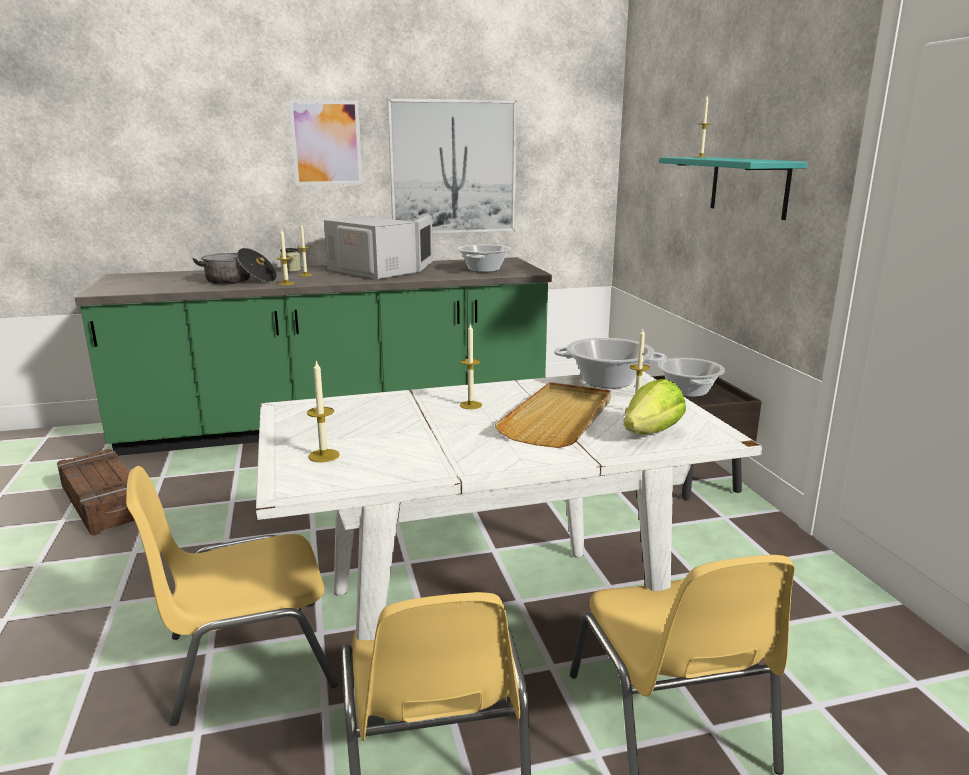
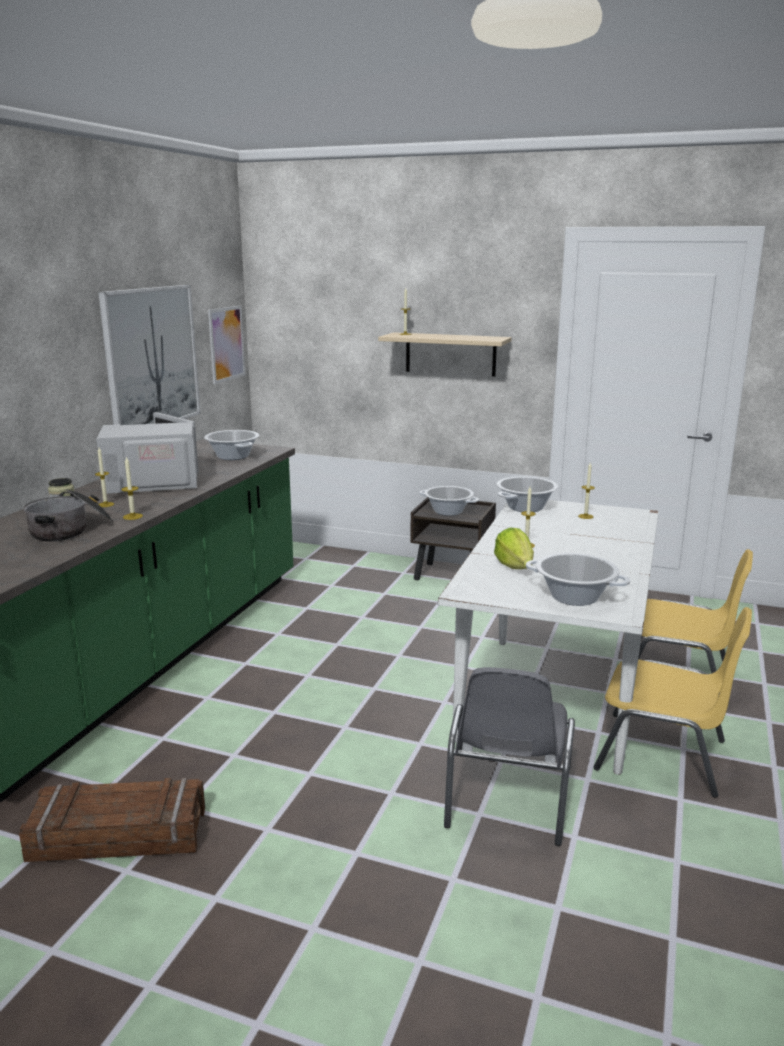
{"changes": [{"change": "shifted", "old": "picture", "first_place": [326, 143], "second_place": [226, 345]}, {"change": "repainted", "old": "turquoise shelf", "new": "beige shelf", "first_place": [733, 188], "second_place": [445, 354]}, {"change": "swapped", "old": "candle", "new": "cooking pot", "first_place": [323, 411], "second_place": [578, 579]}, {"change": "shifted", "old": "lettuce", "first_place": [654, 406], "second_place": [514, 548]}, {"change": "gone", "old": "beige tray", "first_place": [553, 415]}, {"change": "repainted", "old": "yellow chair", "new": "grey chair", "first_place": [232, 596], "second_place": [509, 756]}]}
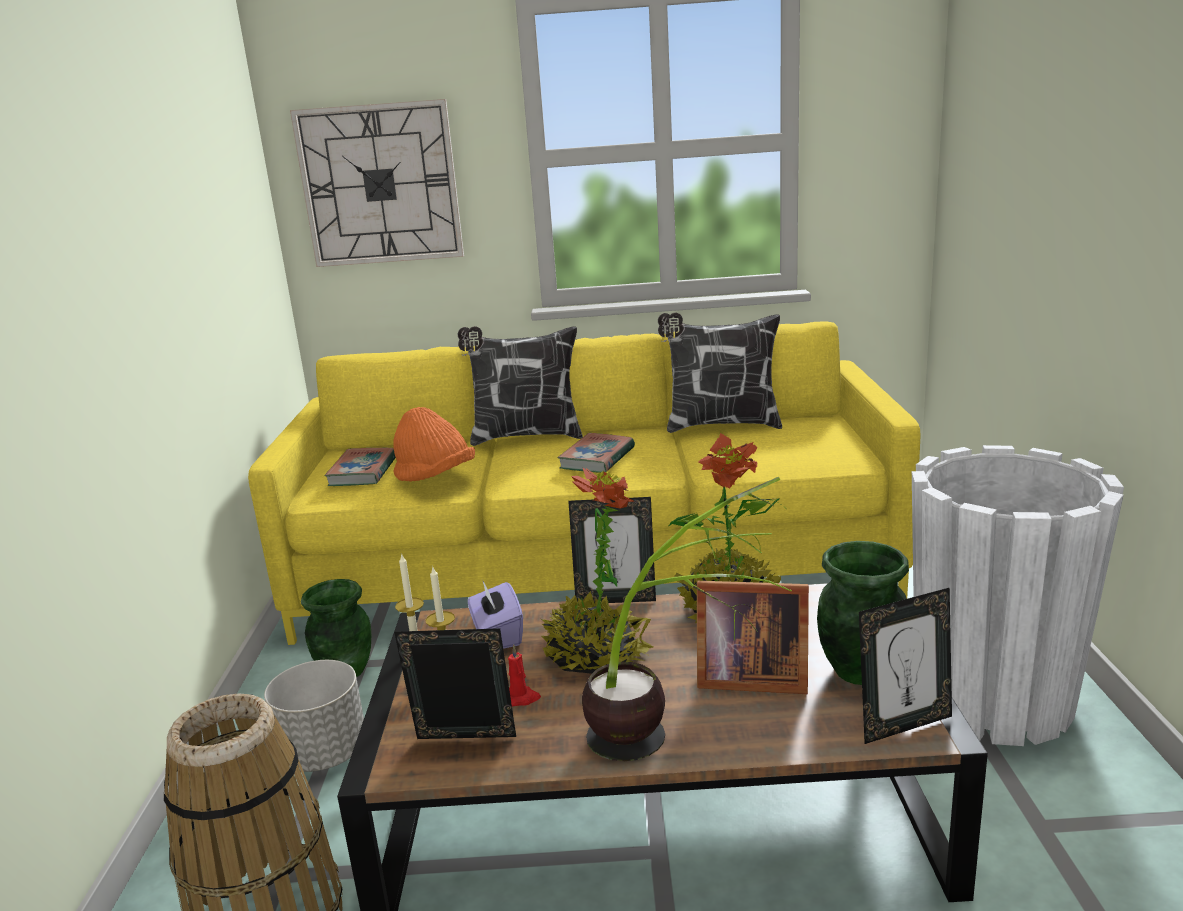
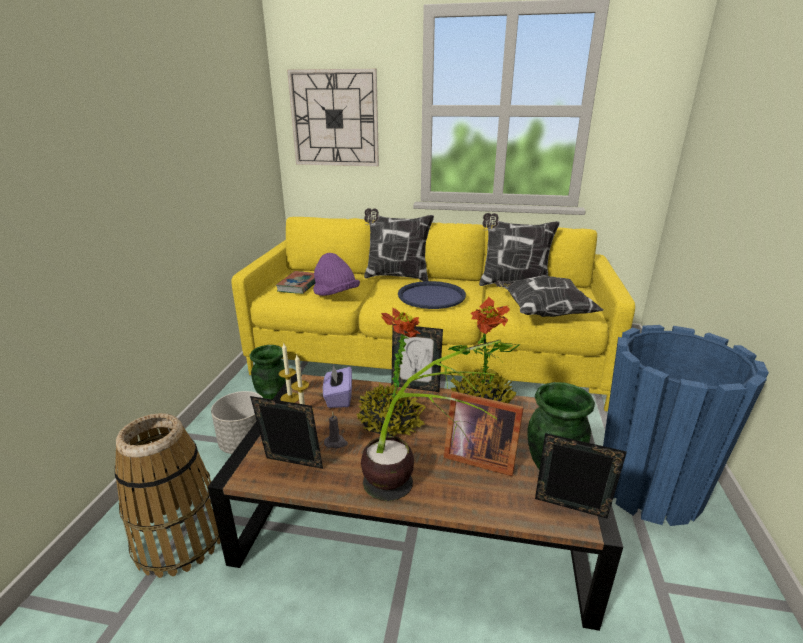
{"changes": [{"change": "repainted", "old": "orange hat", "new": "purple hat", "first_place": [434, 444], "second_place": [336, 274]}, {"change": "swapped", "old": "book", "new": "blue tray", "first_place": [596, 452], "second_place": [432, 295]}, {"change": "repainted", "old": "white planter", "new": "blue planter", "first_place": [1018, 595], "second_place": [686, 425]}, {"change": "rotated", "old": "picture frame", "first_place": [905, 665], "second_place": [581, 476], "degrees": -150}, {"change": "repainted", "old": "red candle", "new": "grey candle", "first_place": [524, 676], "second_place": [336, 430]}, {"change": "new", "new": "pillow", "second_place": [549, 296]}]}
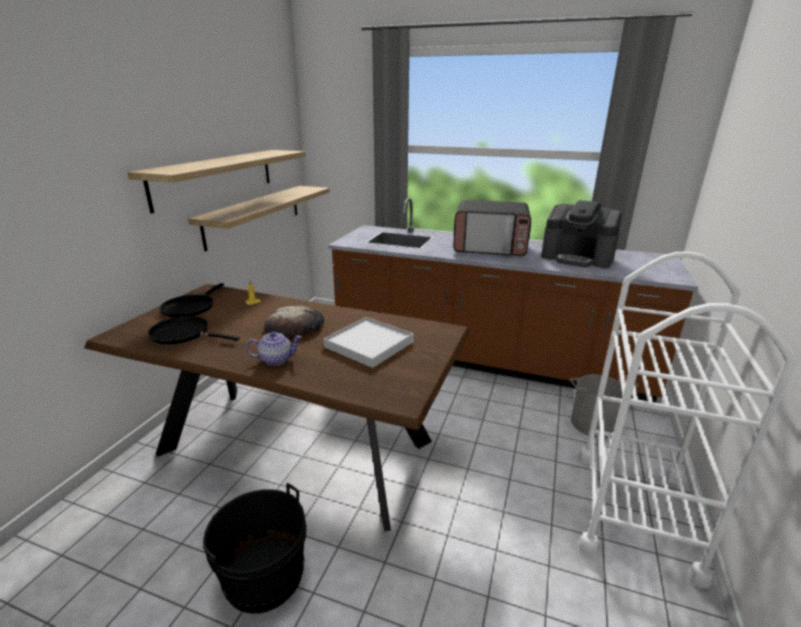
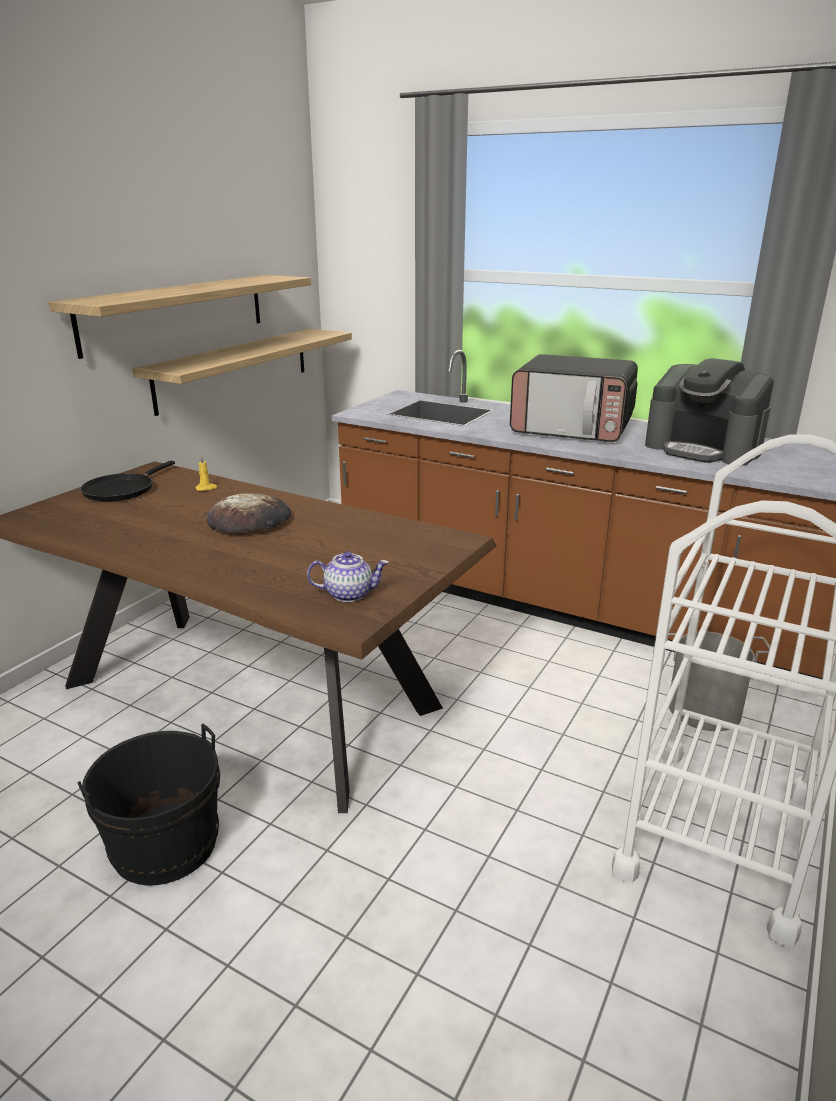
{"changes": [{"change": "gone", "old": "black frying pan", "first_place": [193, 330]}, {"change": "gone", "old": "white tray", "first_place": [369, 342]}, {"change": "shifted", "old": "teapot", "first_place": [274, 348], "second_place": [348, 576]}]}
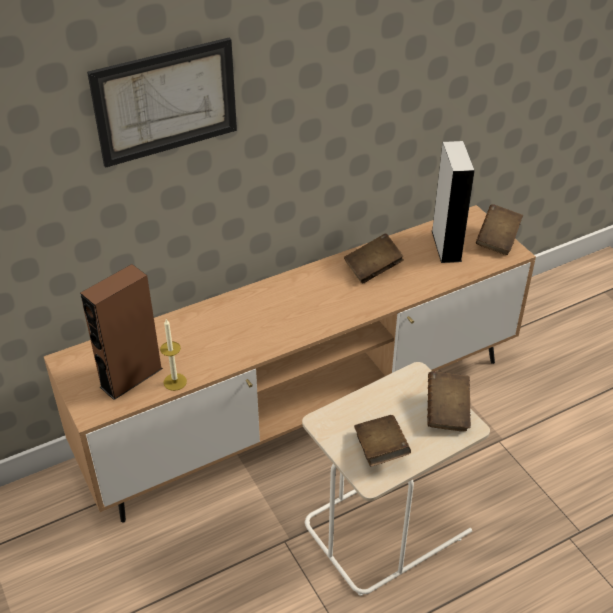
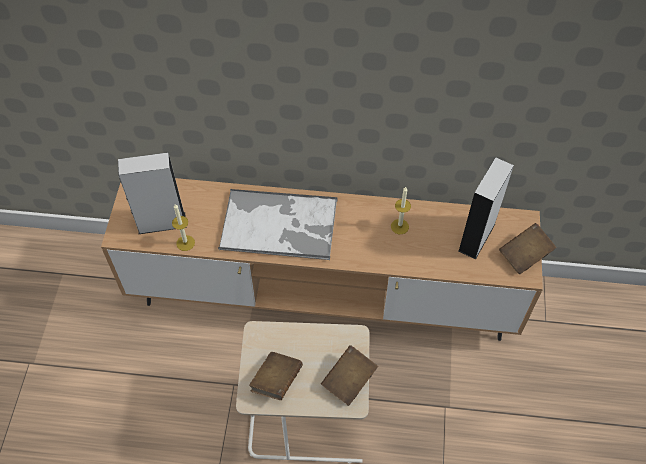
{"changes": [{"change": "gone", "old": "picture", "first_place": [162, 102]}, {"change": "swapped", "old": "brown book", "new": "candle", "first_place": [374, 258], "second_place": [401, 210]}, {"change": "repainted", "old": "brown speaker", "new": "grey speaker", "first_place": [121, 332], "second_place": [152, 193]}, {"change": "new", "new": "tray", "second_place": [278, 224]}]}
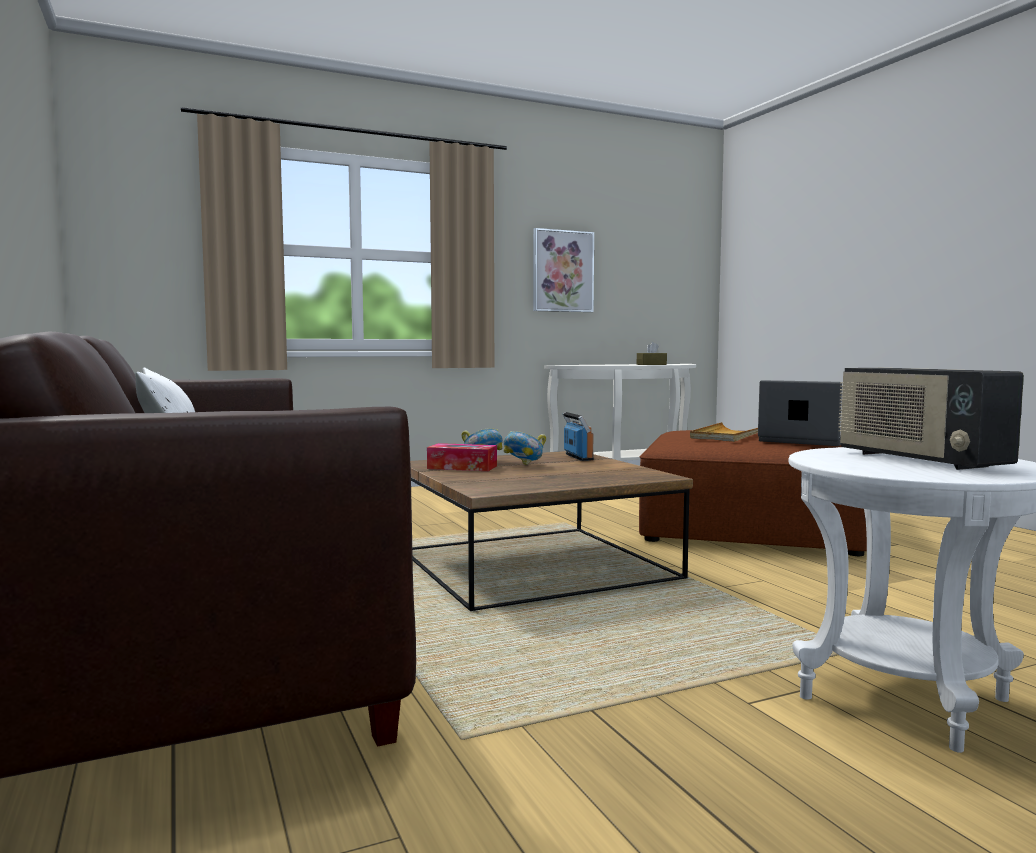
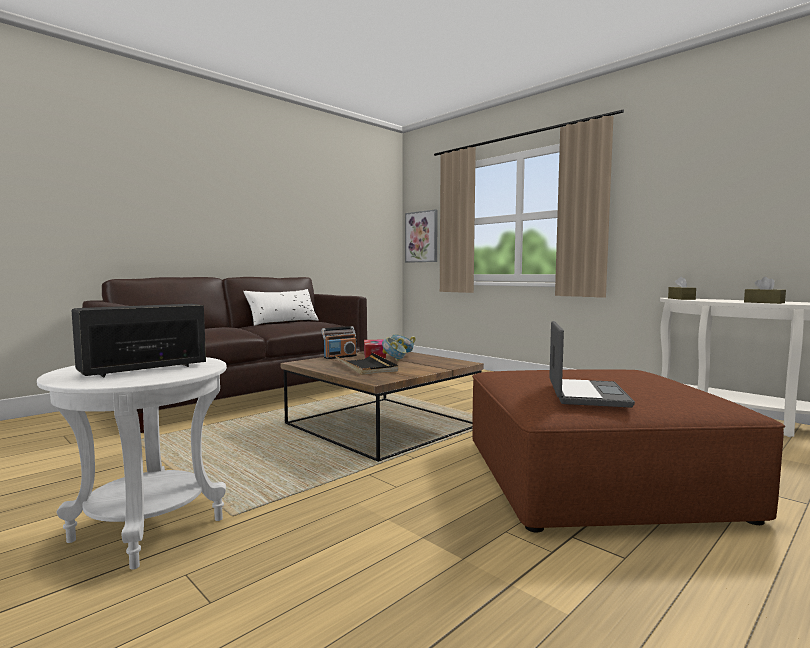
{"changes": [{"change": "shifted", "old": "picture", "first_place": [563, 270], "second_place": [421, 236]}, {"change": "shifted", "old": "radio", "first_place": [578, 436], "second_place": [339, 342]}, {"change": "gone", "old": "beige tray", "first_place": [724, 432]}, {"change": "new", "new": "brown tissue box", "second_place": [682, 288]}, {"change": "new", "new": "black tray", "second_place": [366, 364]}]}
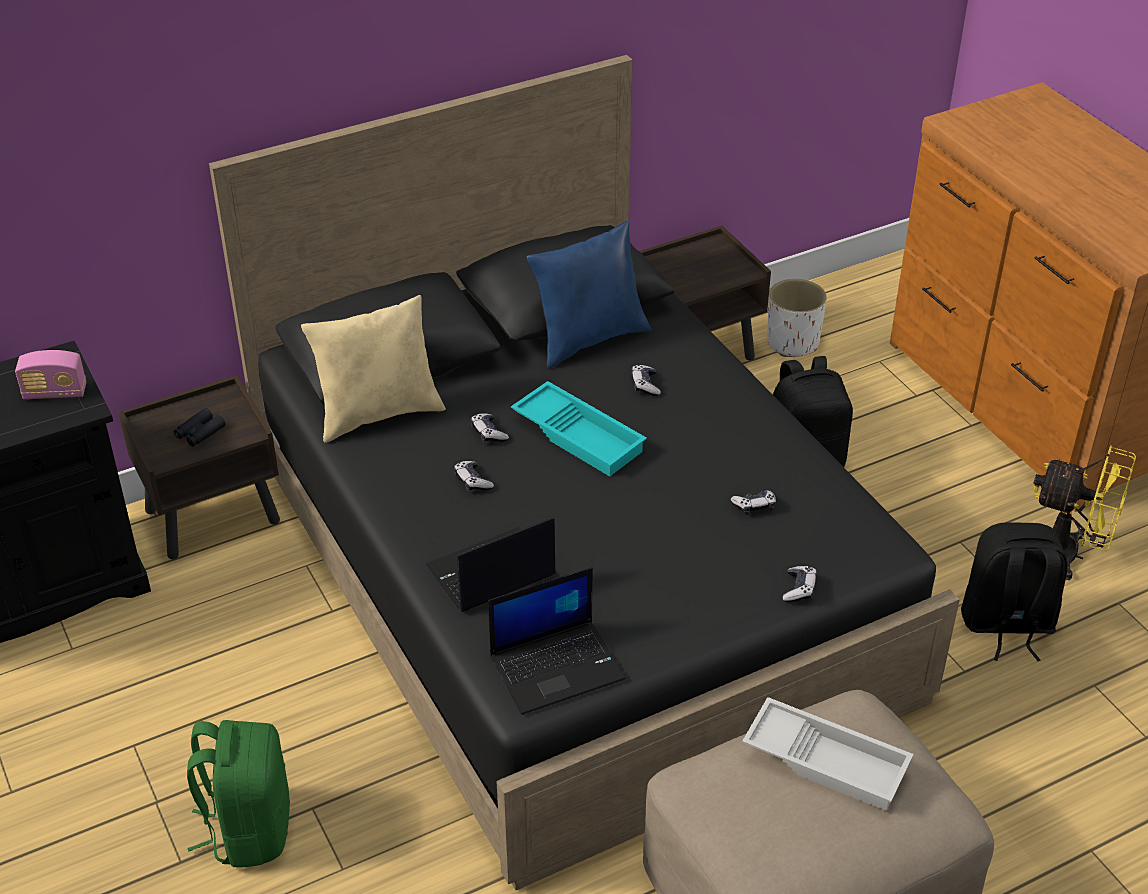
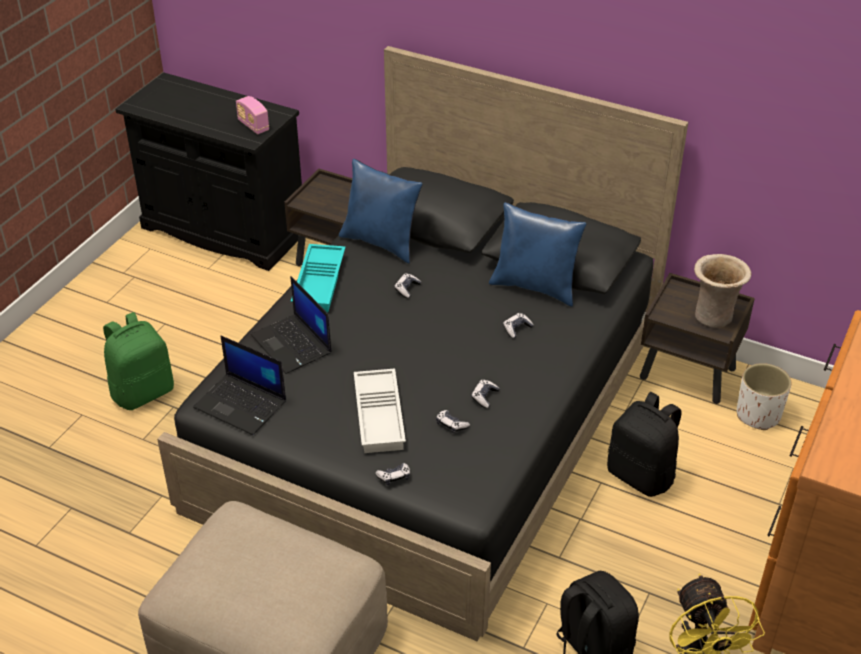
{"changes": [{"change": "repainted", "old": "beige pillow", "new": "blue pillow", "first_place": [373, 369], "second_place": [381, 211]}, {"change": "shifted", "old": "turquoise tray", "first_place": [579, 428], "second_place": [318, 278]}, {"change": "gone", "old": "black binoculars", "first_place": [200, 427]}, {"change": "shifted", "old": "game controller", "first_place": [474, 476], "second_place": [485, 394]}, {"change": "rotated", "old": "laptop", "first_place": [491, 564], "second_place": [291, 325], "degrees": -150}, {"change": "shifted", "old": "white tray", "first_place": [827, 754], "second_place": [380, 410]}, {"change": "new", "new": "beige vase", "second_place": [722, 291]}]}
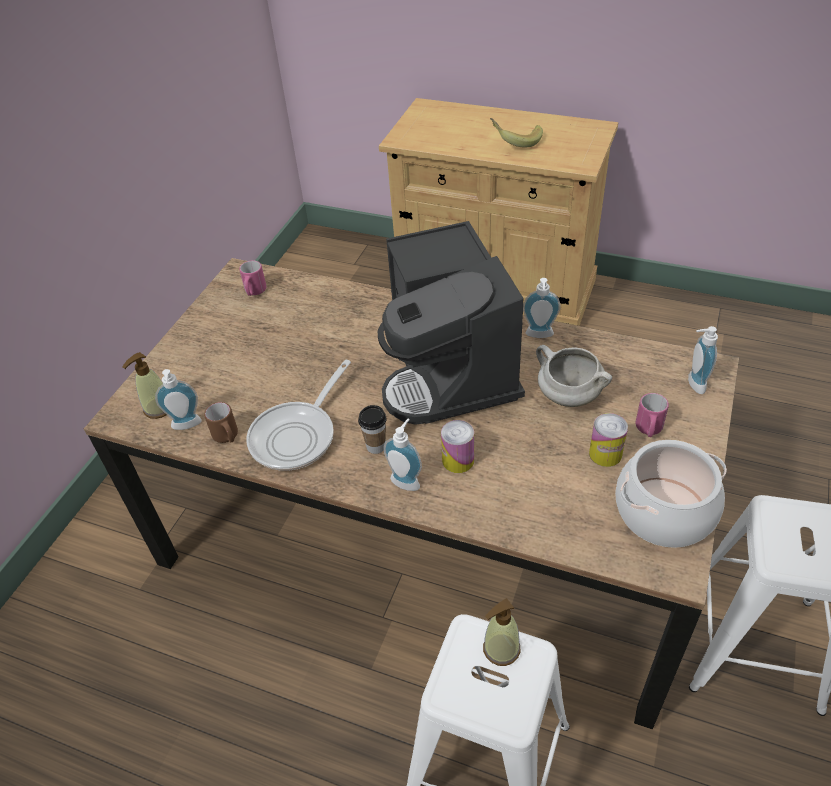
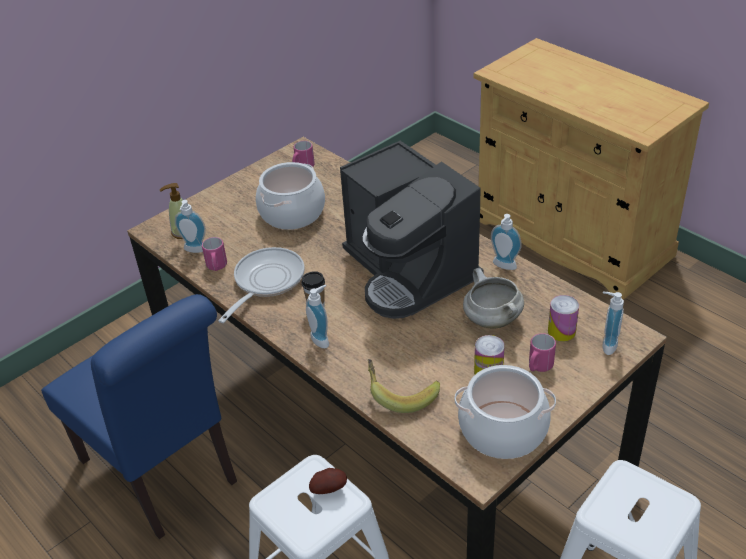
{"changes": [{"change": "shifted", "old": "banana", "first_place": [516, 133], "second_place": [404, 386]}, {"change": "rotated", "old": "coffee machine", "first_place": [451, 323], "second_place": [412, 230], "degrees": -45}, {"change": "rotated", "old": "frying pan", "first_place": [298, 415], "second_place": [261, 285], "degrees": 150}, {"change": "repainted", "old": "brown mug", "new": "pink mug", "first_place": [221, 422], "second_place": [214, 254]}, {"change": "shifted", "old": "can", "first_place": [457, 446], "second_place": [563, 318]}, {"change": "swapped", "old": "soap dispenser", "new": "potato", "first_place": [502, 632], "second_place": [328, 481]}, {"change": "new", "new": "cooking pot", "second_place": [290, 196]}, {"change": "new", "new": "blue chair", "second_place": [139, 416]}]}
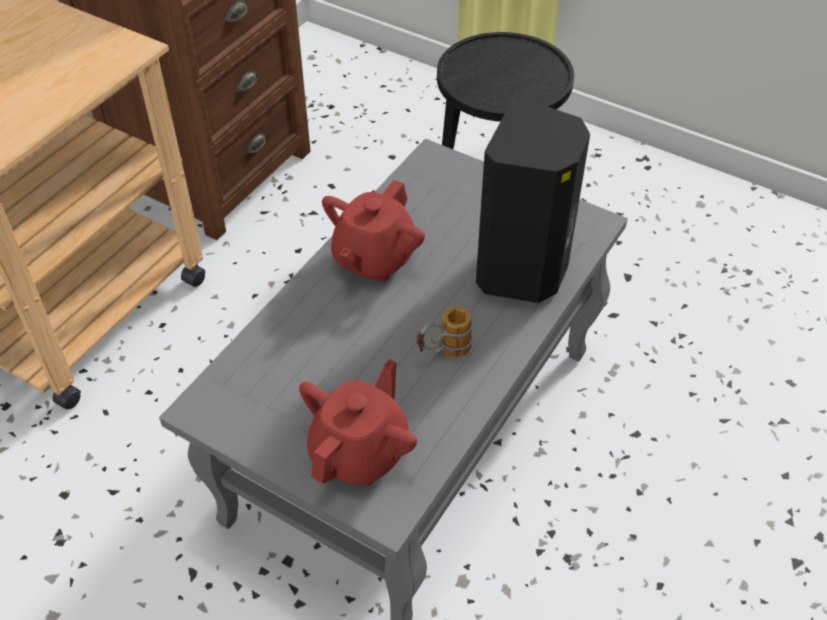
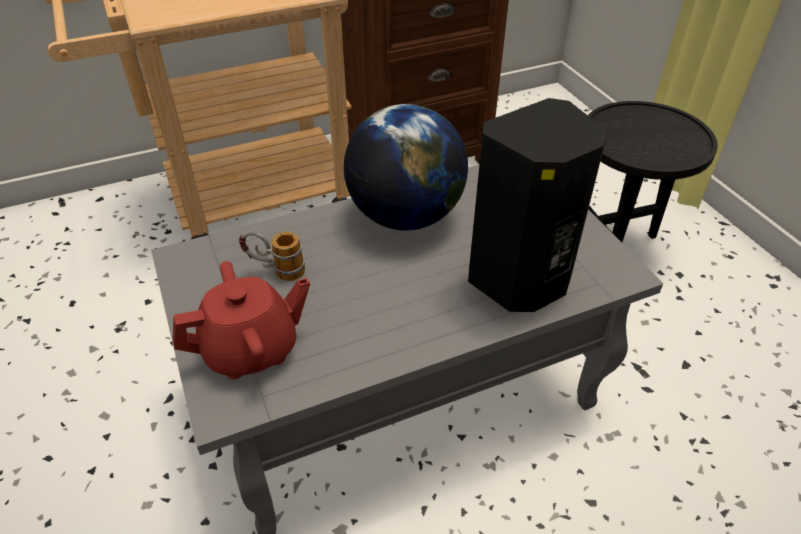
{"changes": [{"change": "swapped", "old": "red teapot", "new": "globe", "first_place": [373, 231], "second_place": [406, 167]}, {"change": "shifted", "old": "mug", "first_place": [445, 332], "second_place": [272, 256]}]}
